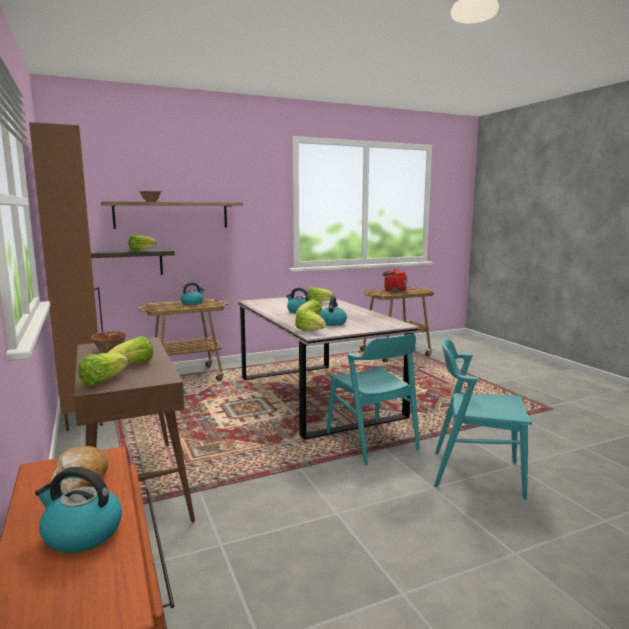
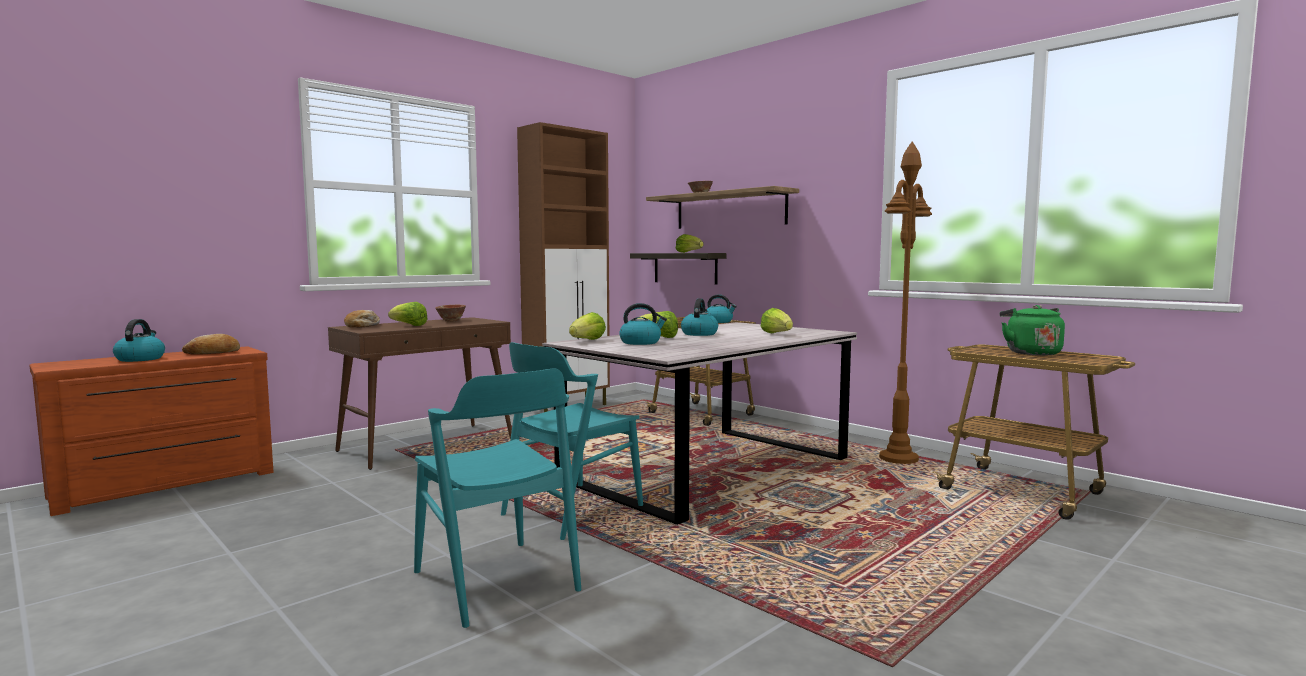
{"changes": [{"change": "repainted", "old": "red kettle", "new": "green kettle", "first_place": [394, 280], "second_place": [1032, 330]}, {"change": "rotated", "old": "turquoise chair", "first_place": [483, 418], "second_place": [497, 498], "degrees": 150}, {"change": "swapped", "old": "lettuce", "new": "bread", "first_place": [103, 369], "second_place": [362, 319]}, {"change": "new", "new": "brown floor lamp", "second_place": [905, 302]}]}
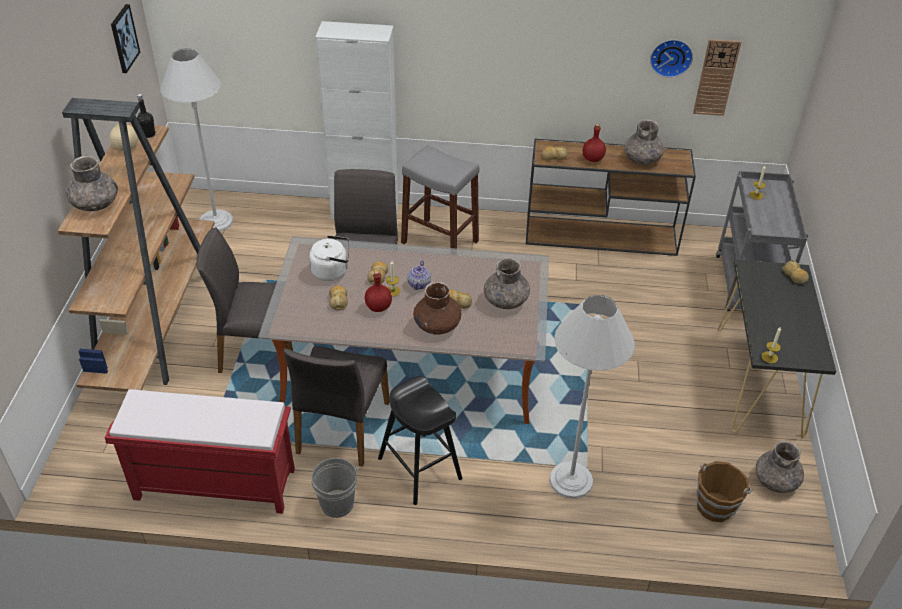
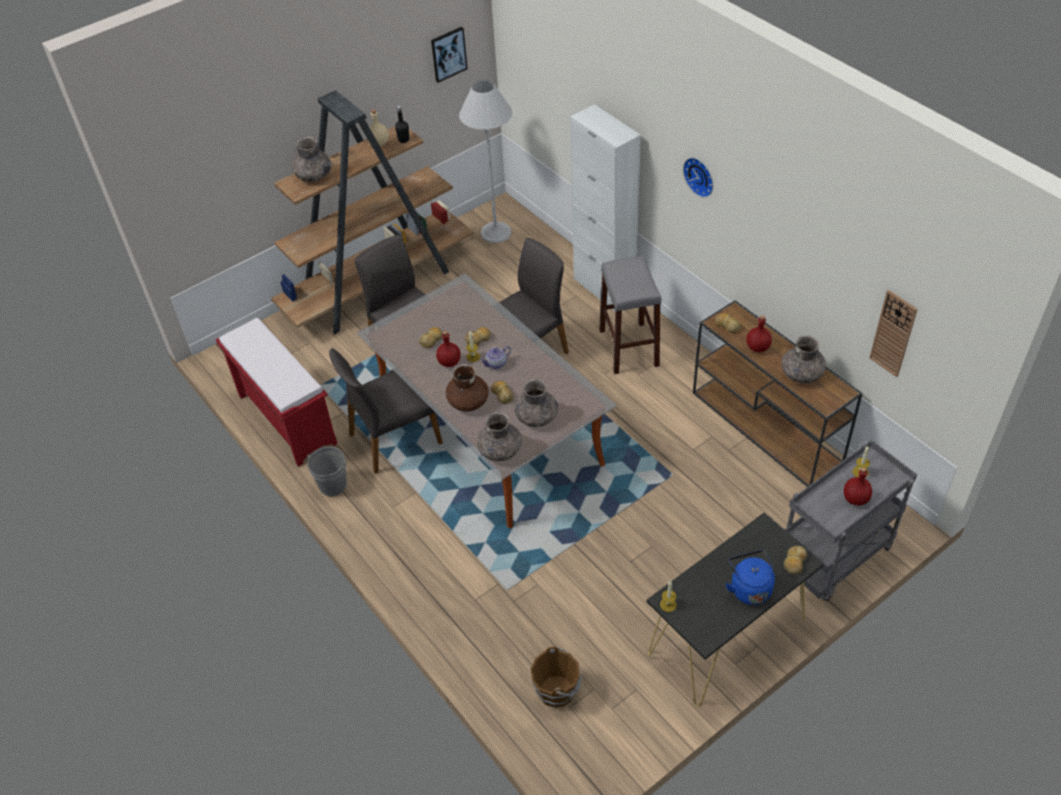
{"changes": [{"change": "shifted", "old": "wall clock", "first_place": [671, 59], "second_place": [698, 178]}, {"change": "gone", "old": "white kettle", "first_place": [329, 258]}, {"change": "gone", "old": "white floor lamp", "first_place": [592, 397]}, {"change": "gone", "old": "black stool", "first_place": [420, 440]}, {"change": "shifted", "old": "grey vase", "first_place": [780, 467], "second_place": [499, 436]}, {"change": "new", "new": "red bottle", "second_place": [858, 486]}, {"change": "new", "new": "blue kettle", "second_place": [750, 577]}]}
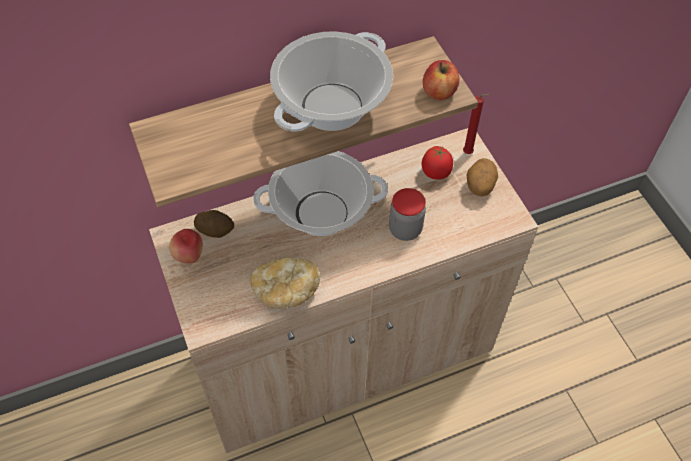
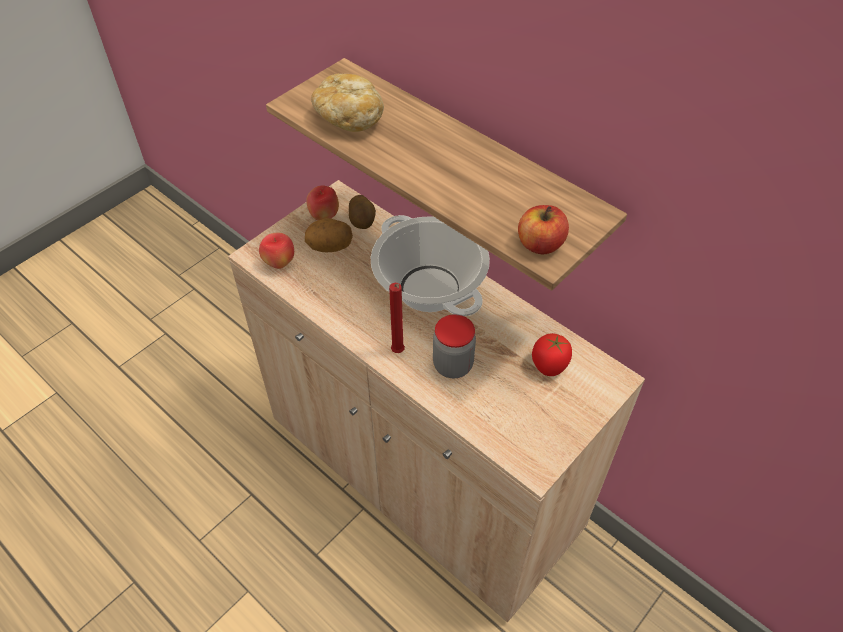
{"changes": [{"change": "gone", "old": "cooking pot", "first_place": [331, 81]}, {"change": "shifted", "old": "red candle", "first_place": [476, 124], "second_place": [397, 318]}, {"change": "shifted", "old": "potato", "first_place": [482, 177], "second_place": [329, 235]}, {"change": "shifted", "old": "bread", "first_place": [285, 283], "second_place": [347, 103]}, {"change": "new", "new": "apple", "second_place": [276, 250]}]}
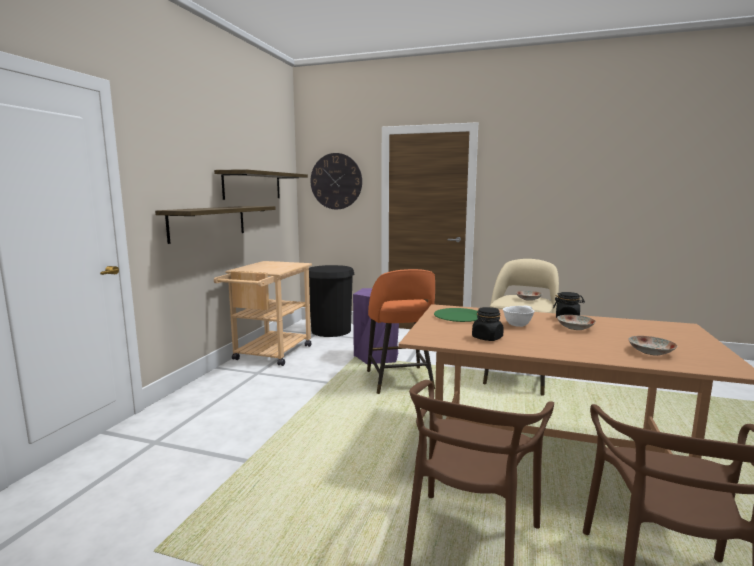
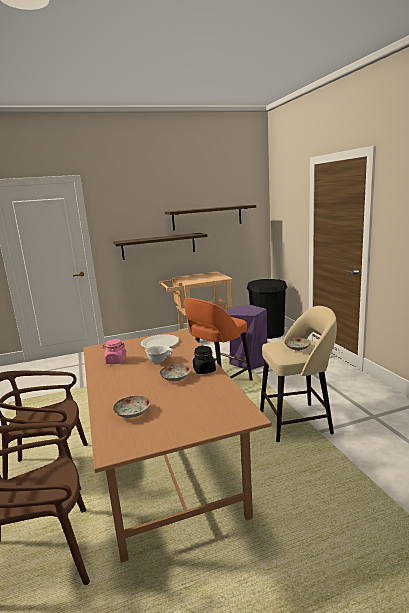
{"changes": [{"change": "gone", "old": "wall clock", "first_place": [336, 181]}, {"change": "repainted", "old": "black jar", "new": "pink jar", "first_place": [488, 324], "second_place": [114, 351]}, {"change": "repainted", "old": "green plate", "new": "white plate", "first_place": [456, 315], "second_place": [160, 341]}]}
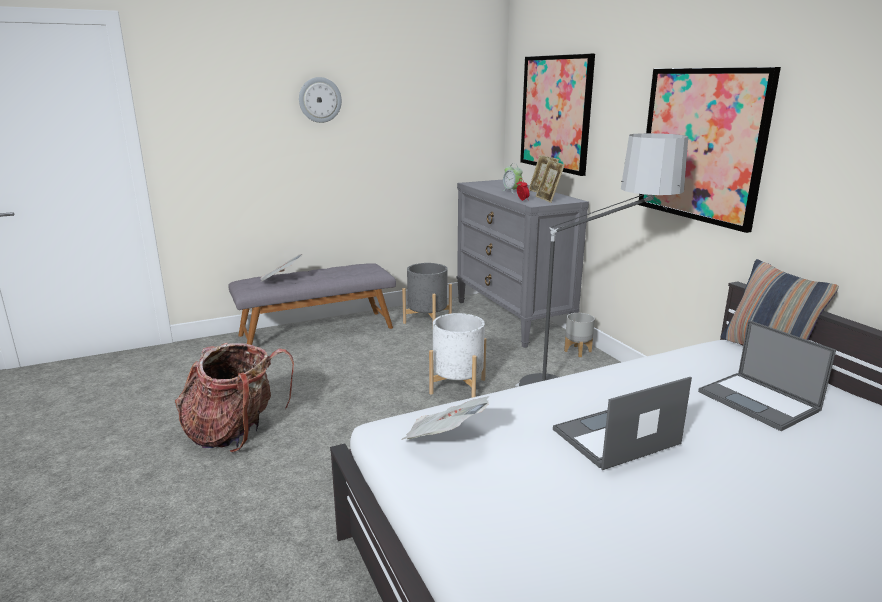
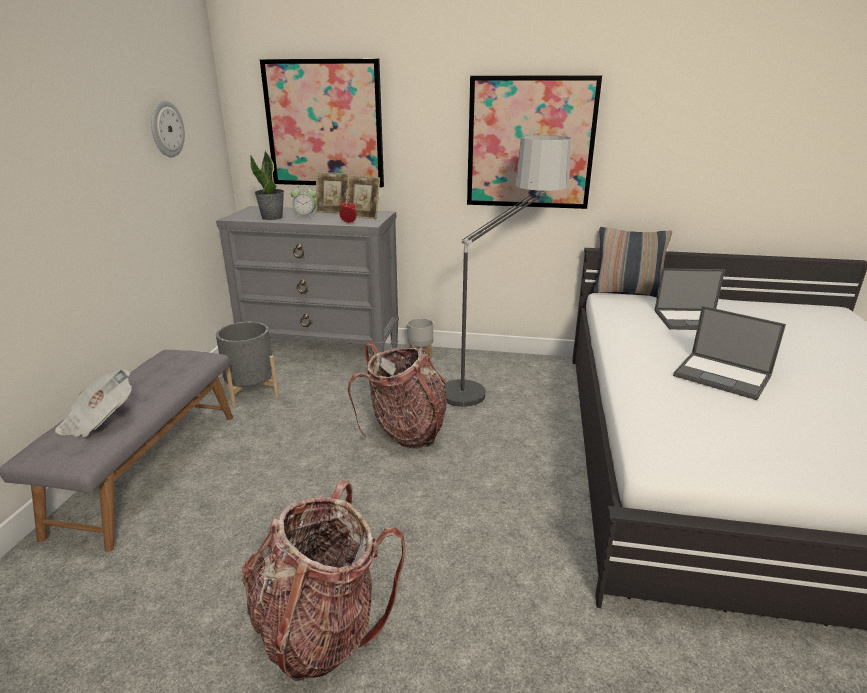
{"changes": [{"change": "shifted", "old": "wall clock", "first_place": [320, 100], "second_place": [168, 128]}, {"change": "swapped", "old": "white planter", "new": "backpack", "first_place": [457, 355], "second_place": [397, 395]}, {"change": "rotated", "old": "laptop", "first_place": [622, 423], "second_place": [729, 353], "degrees": -60}, {"change": "gone", "old": "newspaper", "first_place": [445, 418]}, {"change": "new", "new": "potted plant", "second_place": [267, 185]}]}
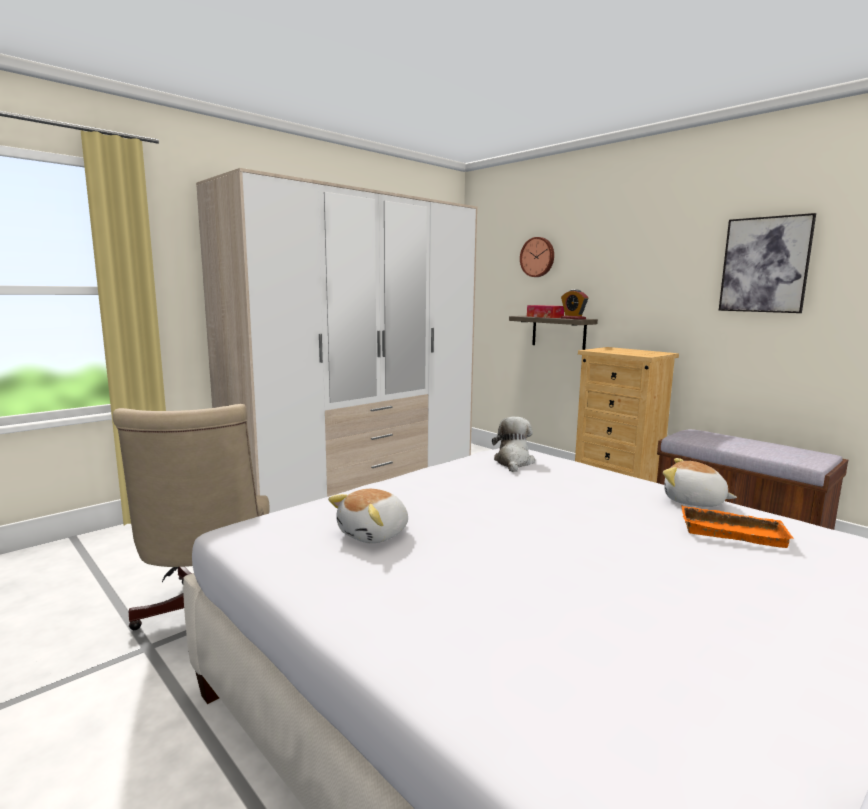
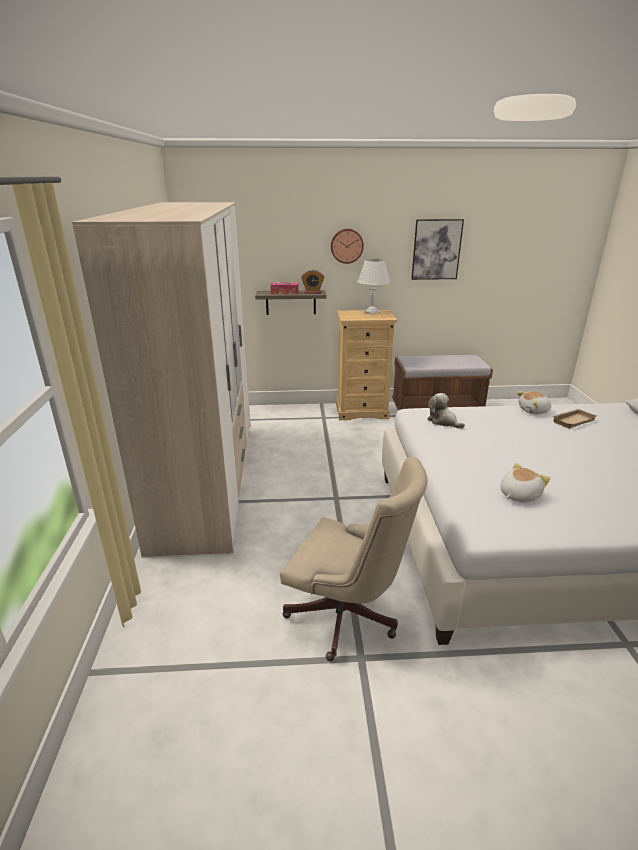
{"changes": [{"change": "shifted", "old": "wall clock", "first_place": [537, 257], "second_place": [347, 246]}, {"change": "rotated", "old": "plush toy", "first_place": [368, 516], "second_place": [525, 482], "degrees": -120}, {"change": "repainted", "old": "orange tray", "new": "beige tray", "first_place": [737, 526], "second_place": [574, 419]}, {"change": "new", "new": "white table lamp", "second_place": [373, 287]}]}
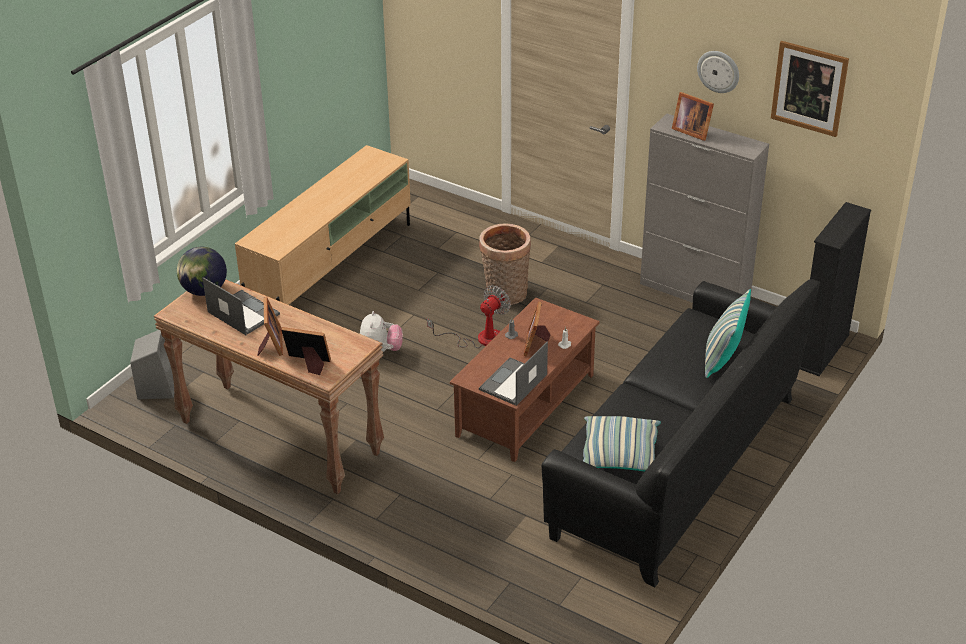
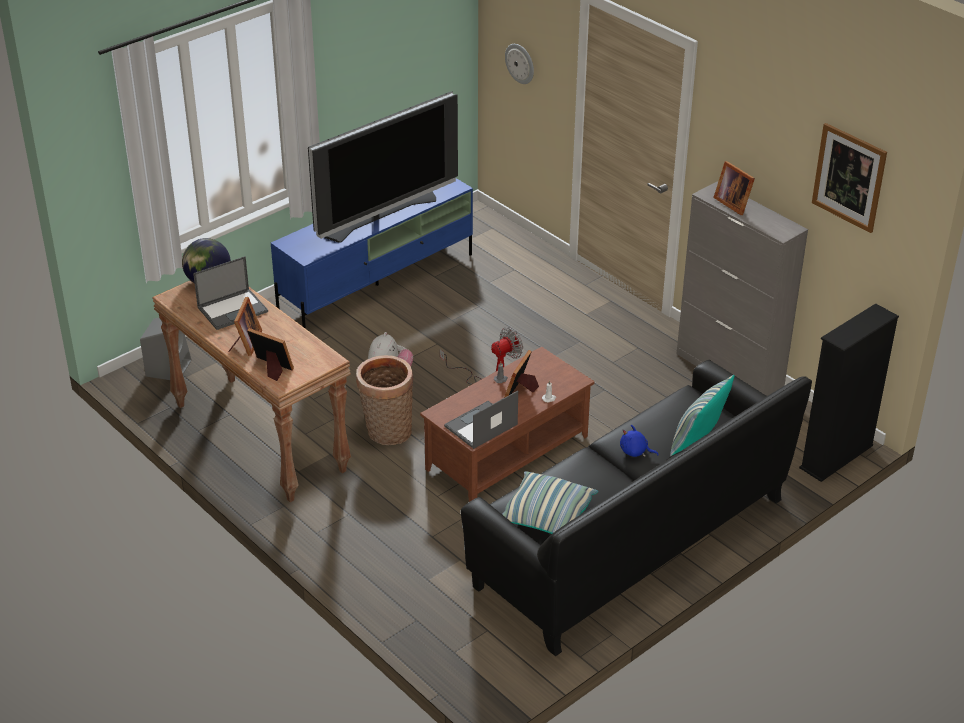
{"changes": [{"change": "shifted", "old": "wall clock", "first_place": [718, 72], "second_place": [519, 64]}, {"change": "repainted", "old": "beige tv stand", "new": "blue tv stand", "first_place": [323, 225], "second_place": [372, 253]}, {"change": "shifted", "old": "basket", "first_place": [505, 264], "second_place": [385, 400]}, {"change": "rotated", "old": "laptop", "first_place": [241, 306], "second_place": [230, 293], "degrees": 90}, {"change": "new", "new": "television", "second_place": [383, 167]}, {"change": "new", "new": "blue plush toy", "second_place": [639, 441]}]}
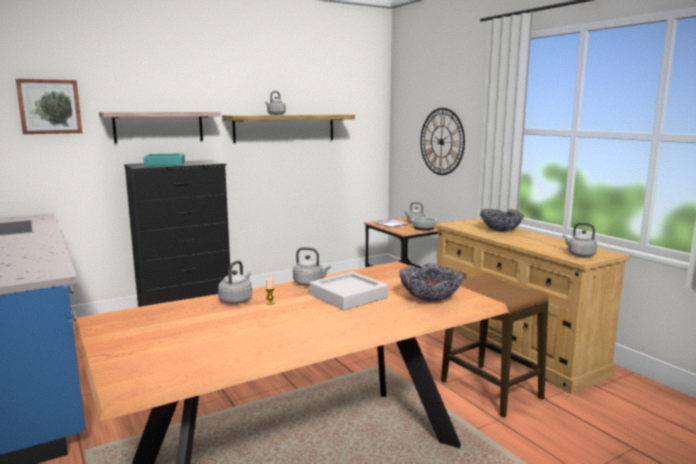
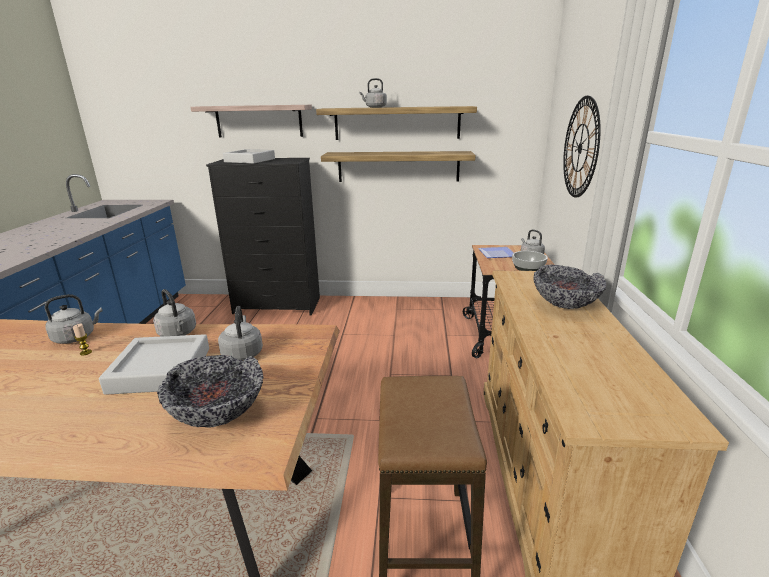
{"changes": [{"change": "gone", "old": "picture", "first_place": [49, 106]}, {"change": "repainted", "old": "turquoise tray", "new": "grey tray", "first_place": [164, 159], "second_place": [249, 156]}, {"change": "shifted", "old": "grey kettle", "first_place": [580, 240], "second_place": [240, 333]}, {"change": "new", "new": "shelf", "second_place": [398, 166]}]}
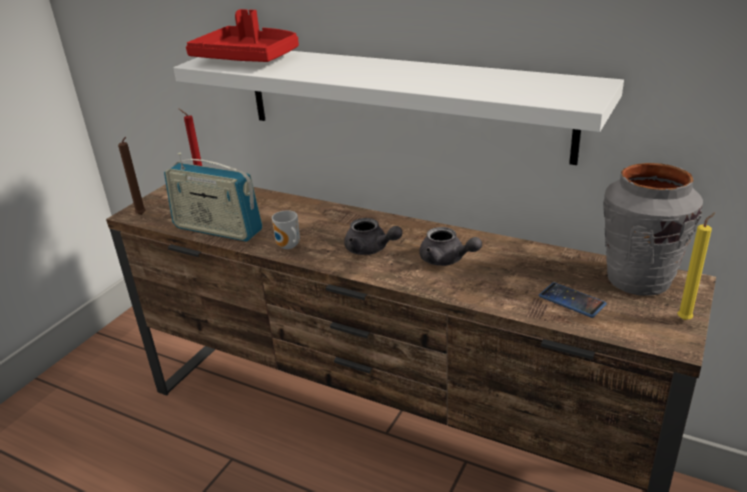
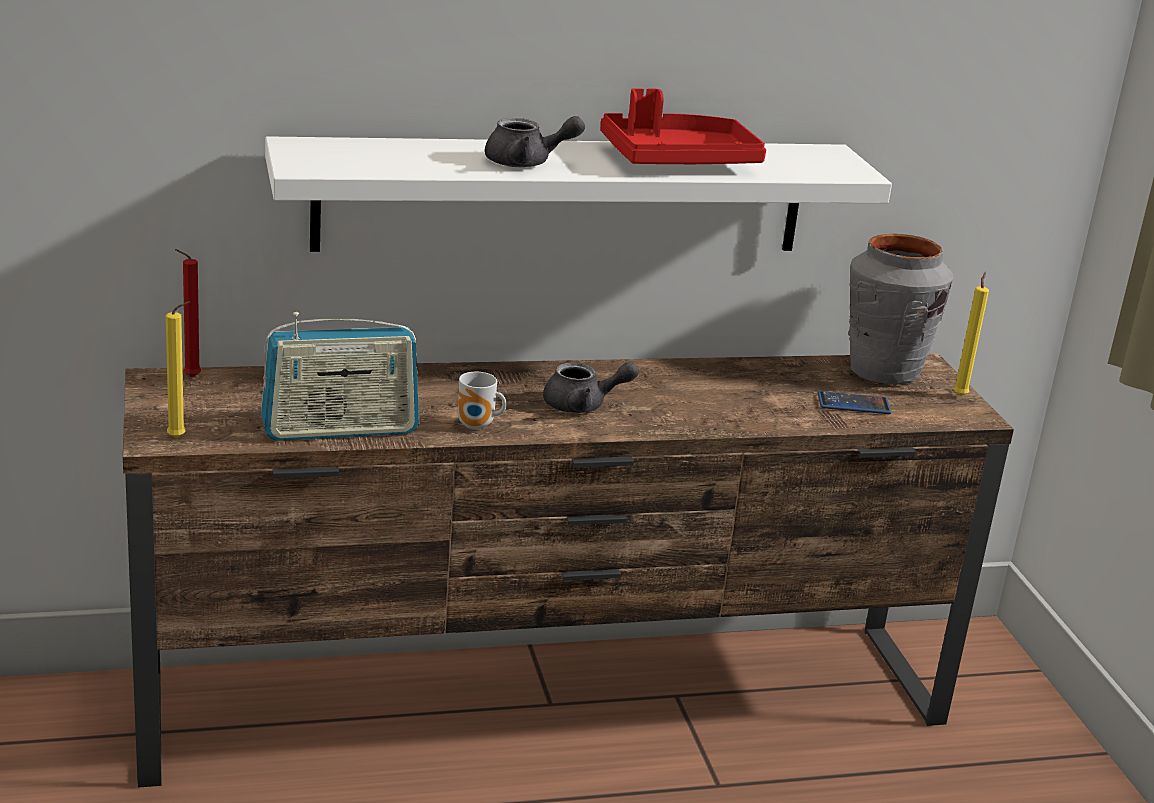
{"changes": [{"change": "shifted", "old": "red tray", "first_place": [242, 35], "second_place": [683, 126]}, {"change": "repainted", "old": "brown candle", "new": "yellow candle", "first_place": [132, 176], "second_place": [178, 369]}, {"change": "shifted", "old": "grey teapot", "first_place": [450, 246], "second_place": [535, 141]}]}
